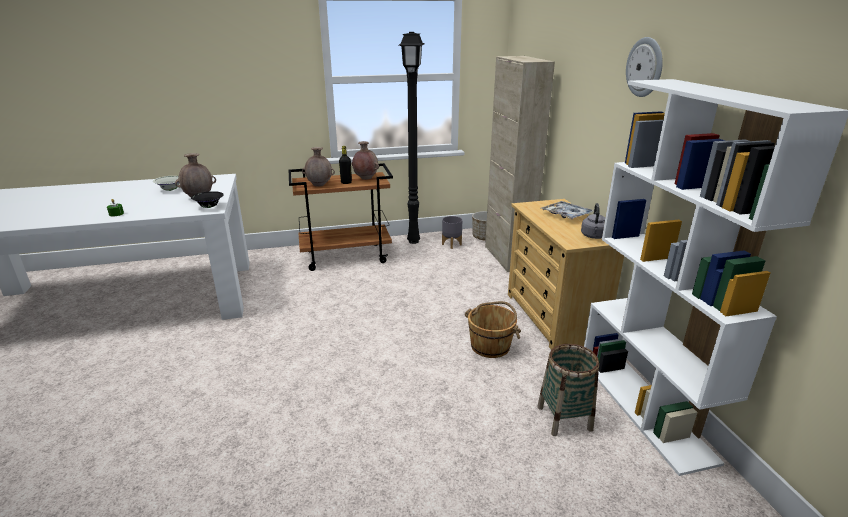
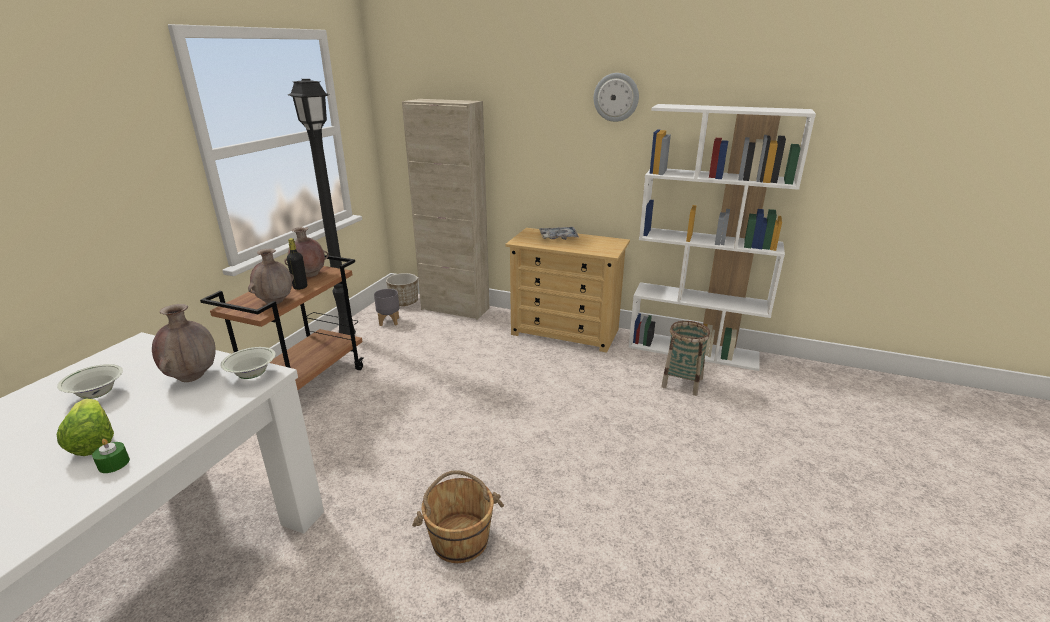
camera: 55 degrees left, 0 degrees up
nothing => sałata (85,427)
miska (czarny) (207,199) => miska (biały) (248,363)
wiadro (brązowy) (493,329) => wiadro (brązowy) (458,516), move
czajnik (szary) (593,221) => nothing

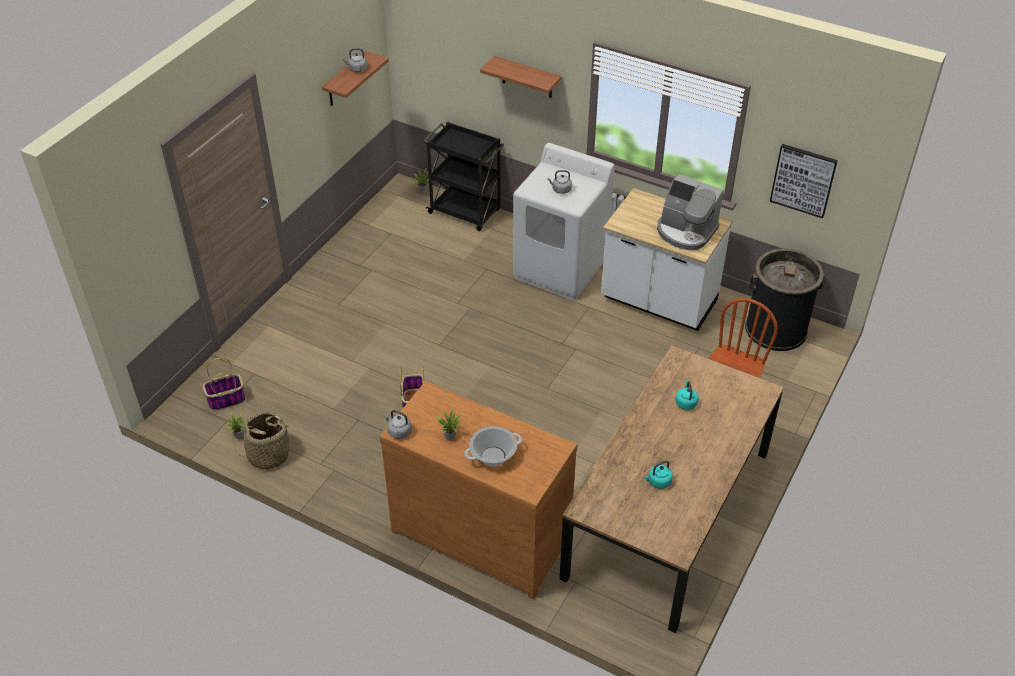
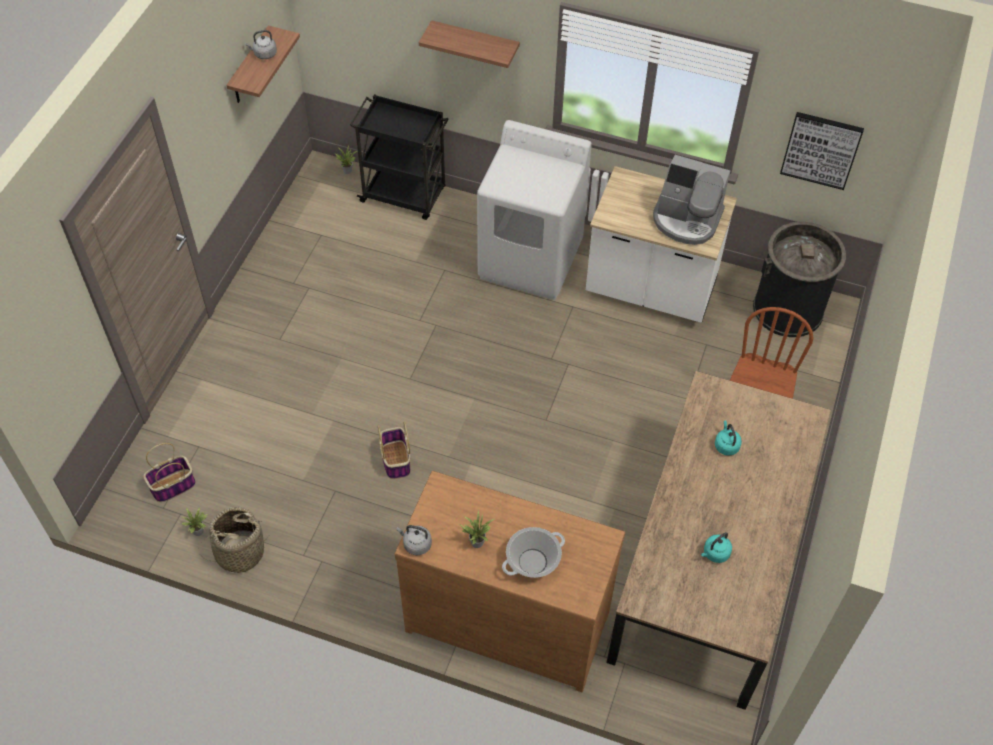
camera: 10 degrees left, 10 degrees up
czajnik (szary) (559,182) => nothing

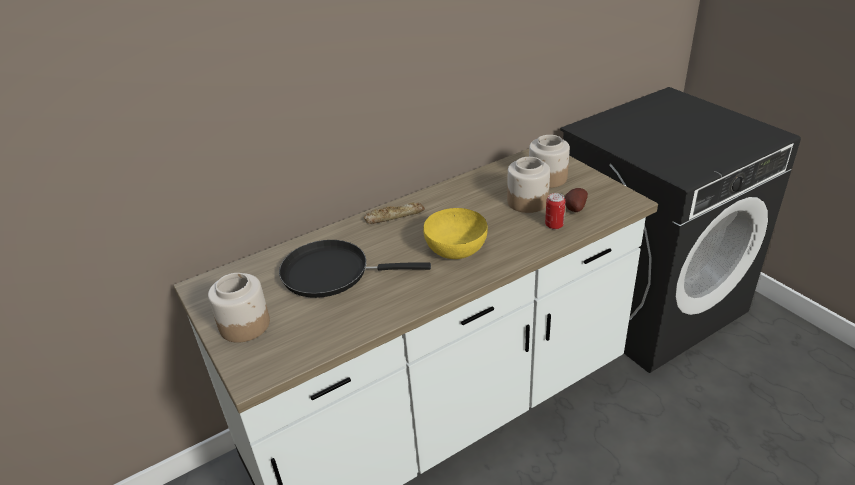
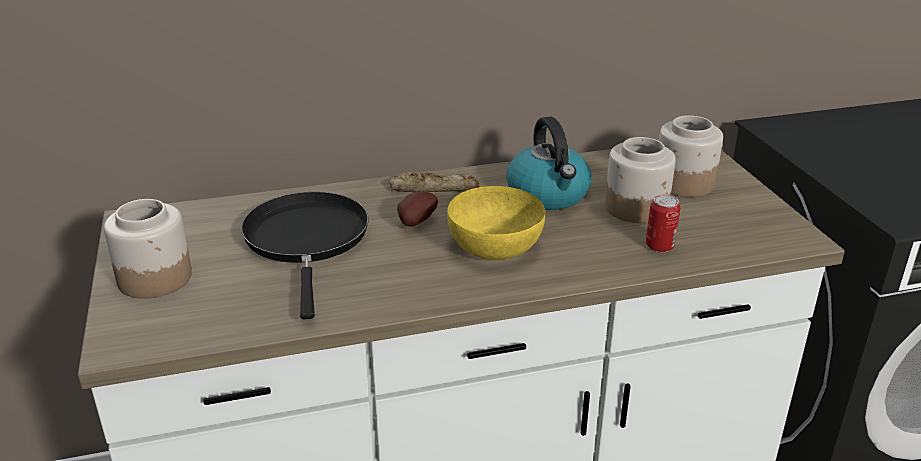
camera: 15 degrees right, 5 degrees down
patelnia (czarny) (355,269) => patelnia (czarny) (305,255), 60 degrees clockwise
ziemniak (576,200) => ziemniak (417,209), move
nothing => czajnik (548,163)

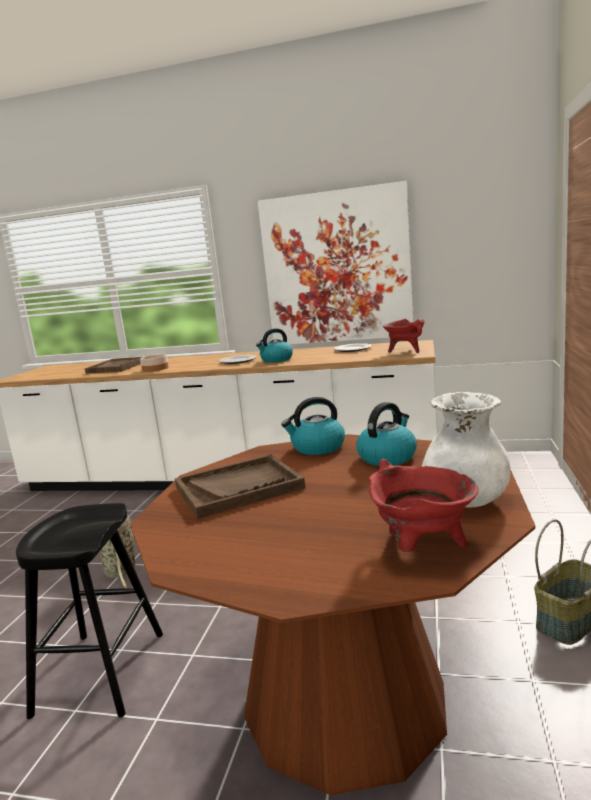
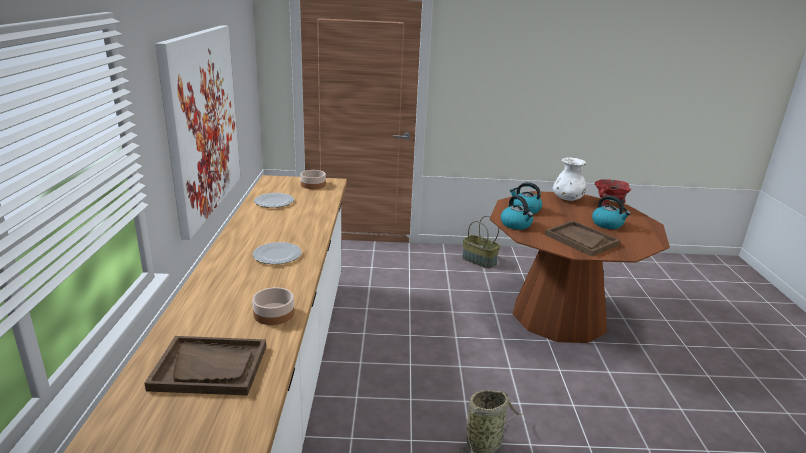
camera: 105 degrees left, 10 degrees up
garnek (czerwony) (404,336) => miska (313,179)
czajnik (274,345) => czajnik (611,212), move
stołek (czarny) (89,611) => nothing

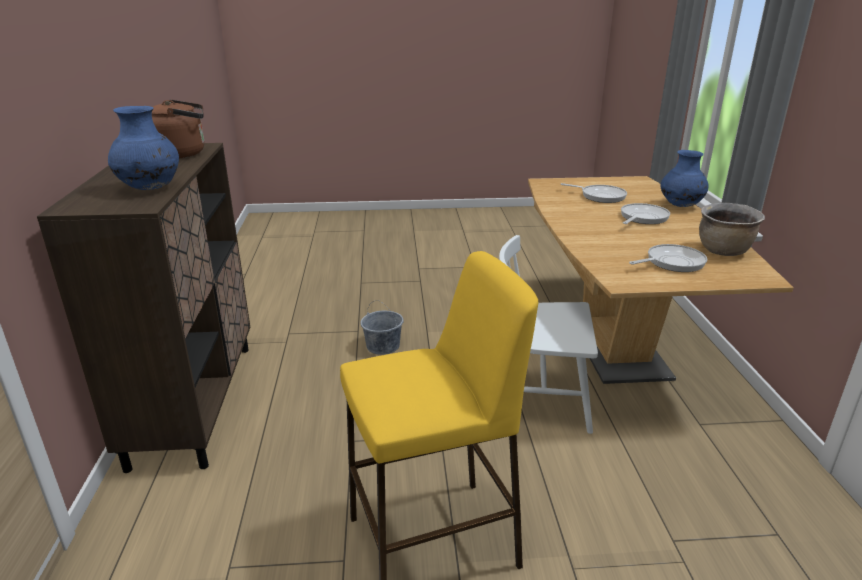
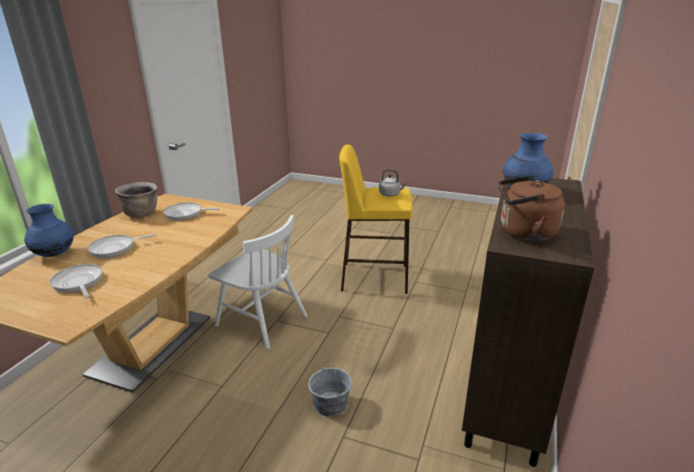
camera: 155 degrees left, 0 degrees up
nothing => czajnik (szary) (393,182)

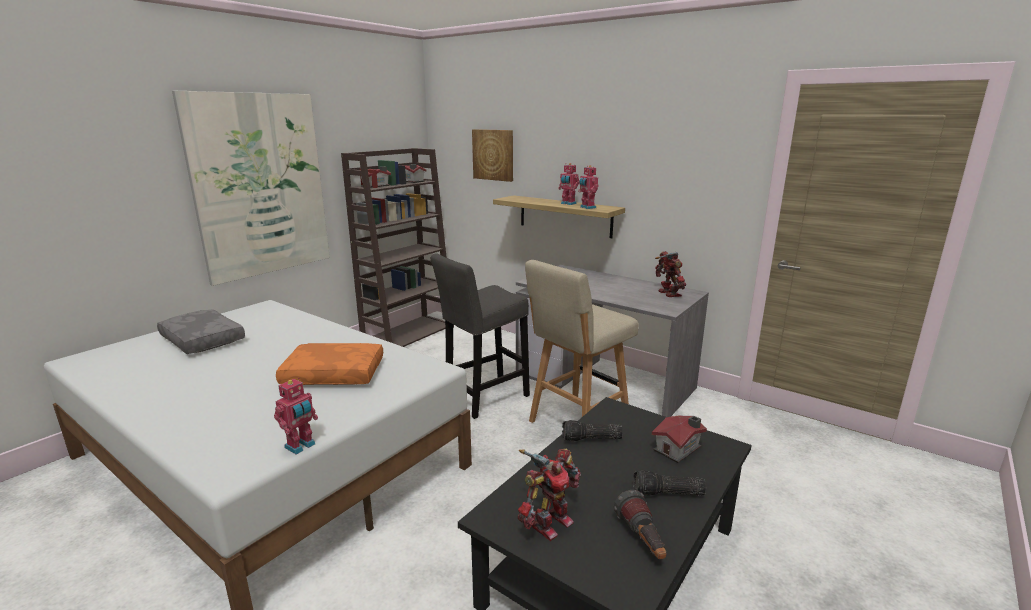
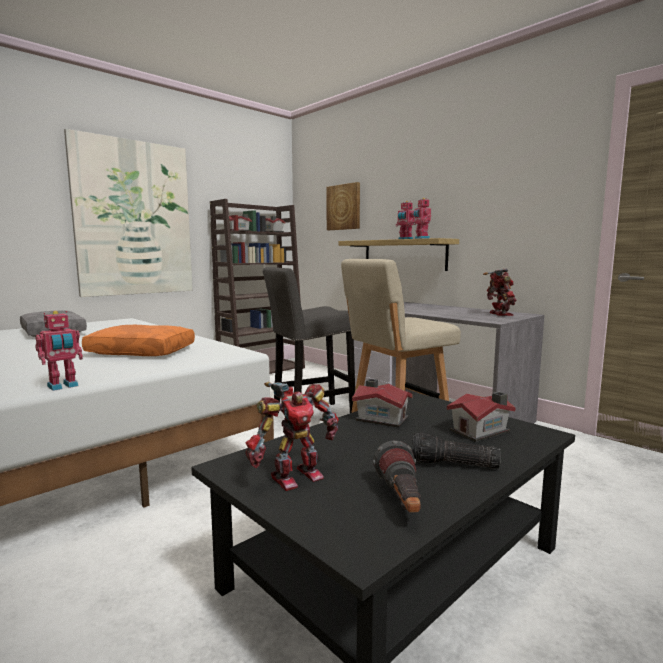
camera: 10 degrees right, 10 degrees down
latarka (592,430) => domek (382,403)

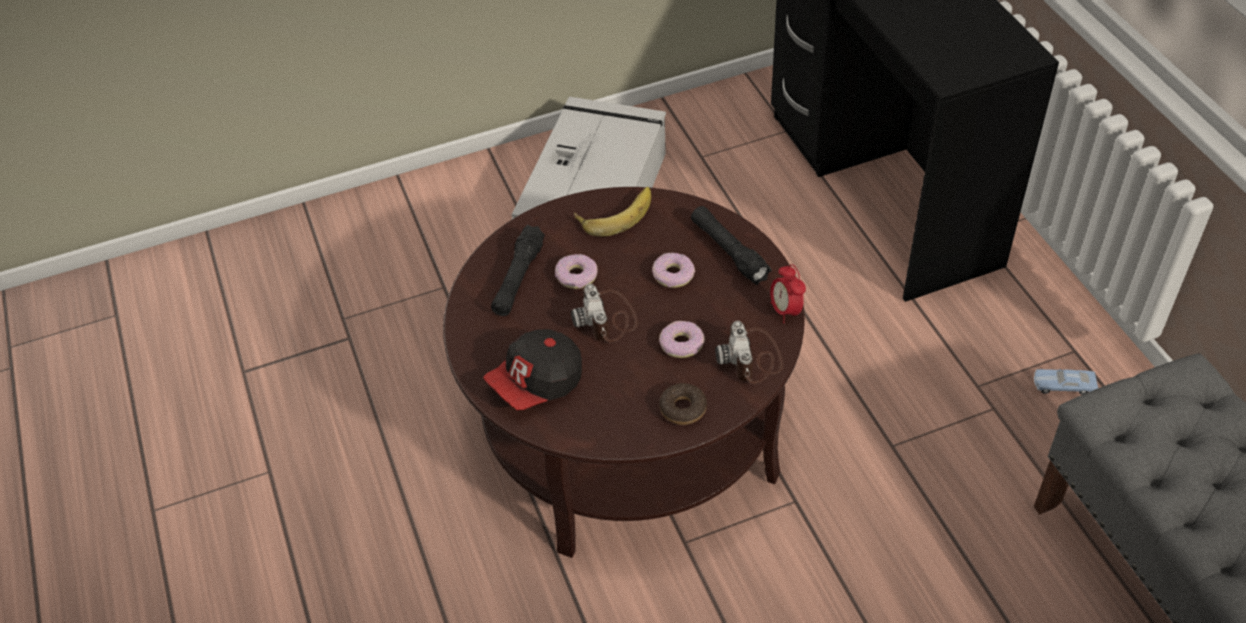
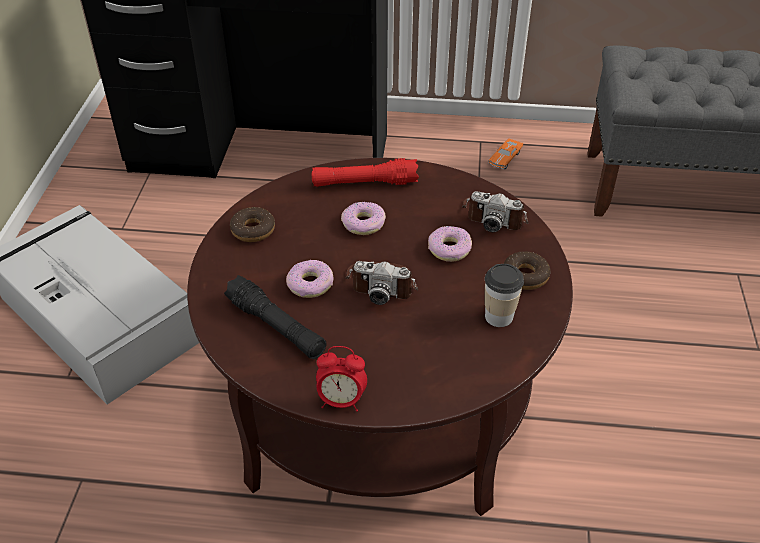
camera: 65 degrees left, 5 degrees down
banan (612,211) => donut (252,224)
latarka (czarny) (731,245) => latarka (czerwony) (365,172)
budzik (788,293) => budzik (341,379), move
nothing => filiżanka (504,295)
samochodzik (niebieski) (1066,381) => samochodzik (pomarańczowy) (506,153)
czapka z daszkiem (532,369) => nothing

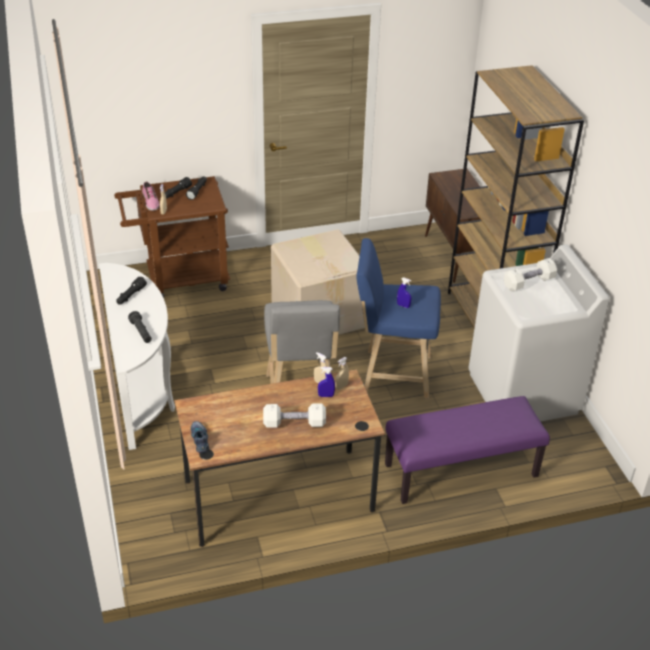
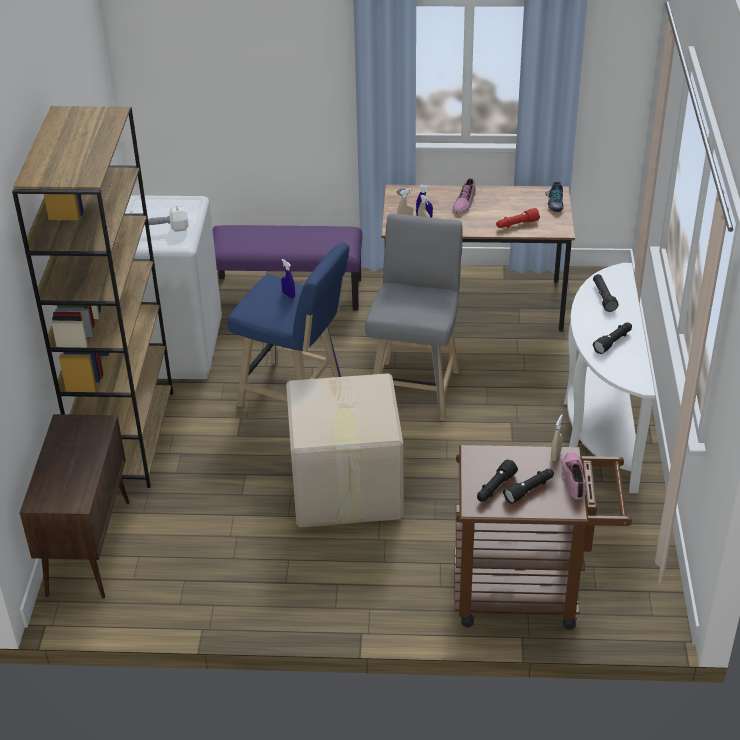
camera: 160 degrees left, 0 degrees up
hantel (biały) (294,415) => but (464,196)
nothing => latarka (czerwony) (518,218)

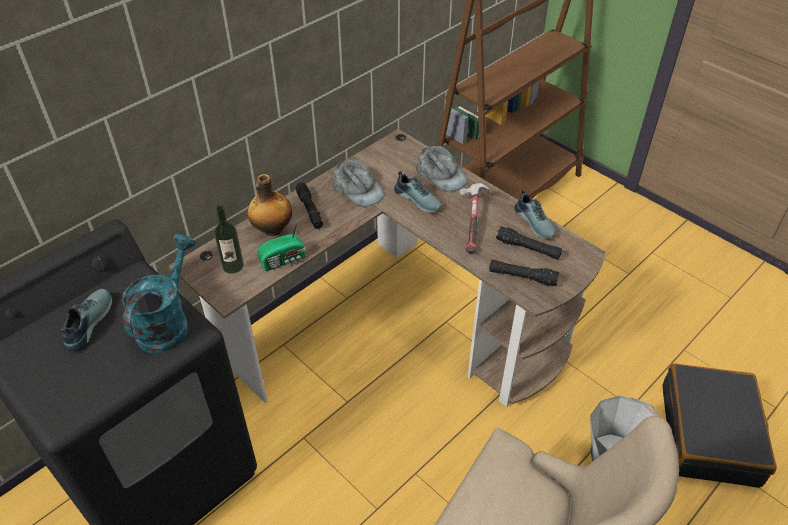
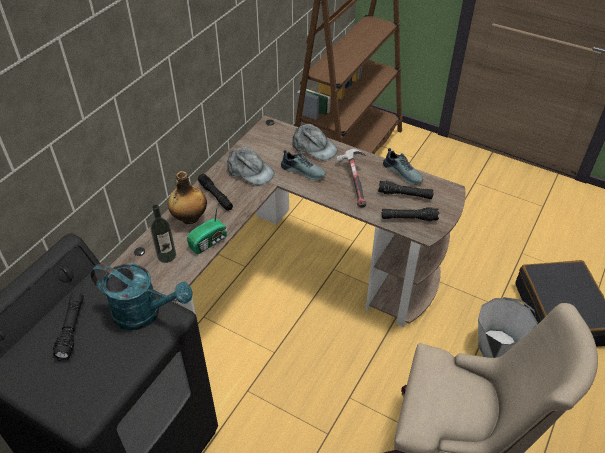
camera: 15 degrees left, 0 degrees up
but (86,320) => latarka (czarny) (68,326)
konewka (turkusowy) (158,293) => konewka (turkusowy) (142,297), 105 degrees clockwise

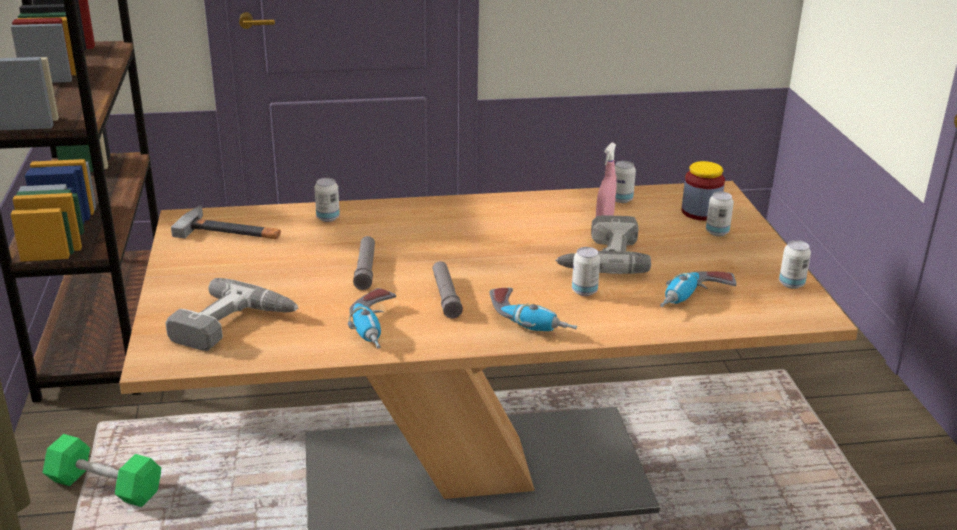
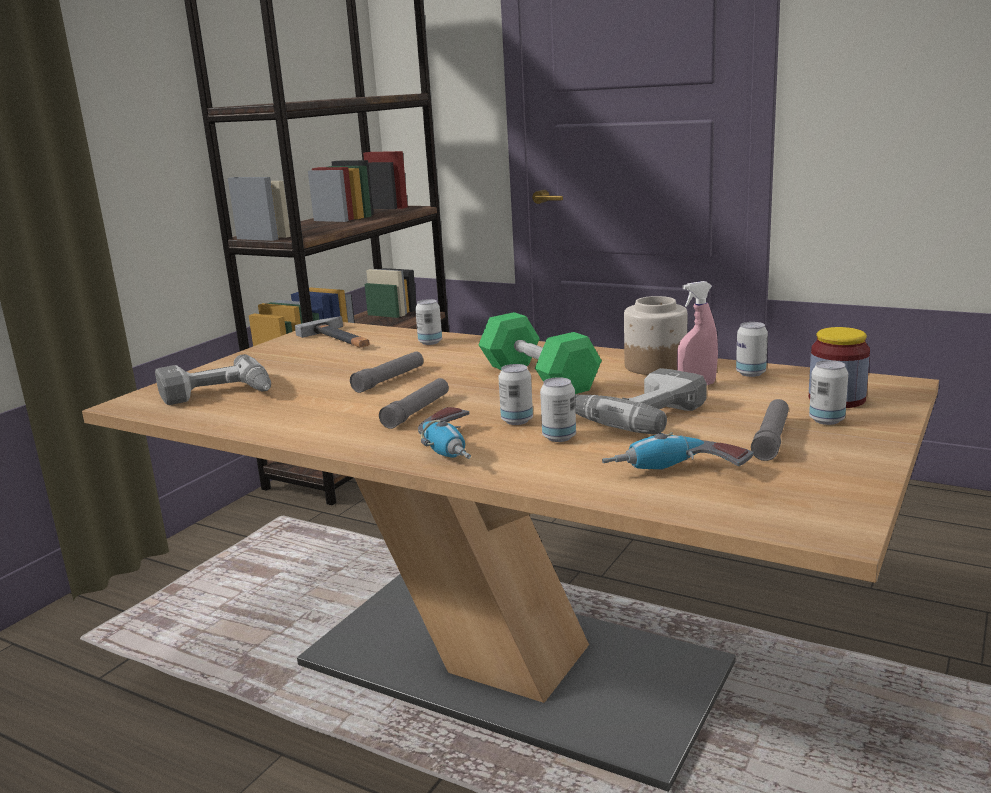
camera: 40 degrees right, 10 degrees down
hantel (zielony) (101,470) => hantel (zielony) (540,353), move
puszka (795,264) => puszka (515,394), move
nothing => słoik (655,335)
nothing => latarka (szary) (770,430)
wiertarka (372,318) => nothing

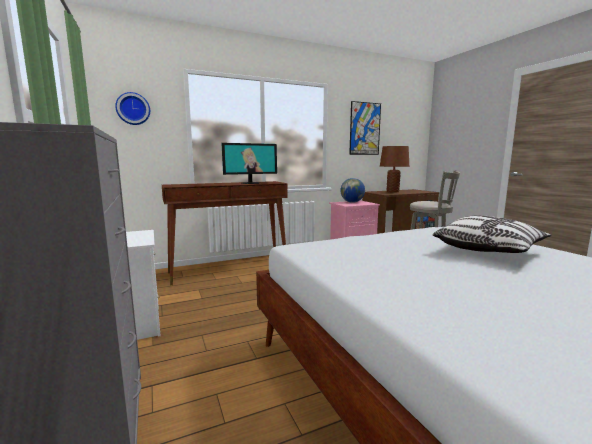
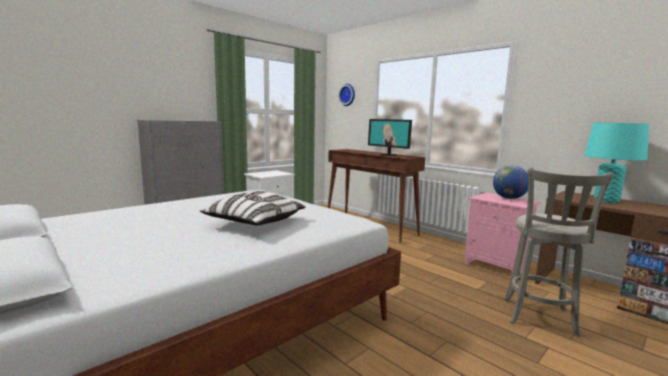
camera: 70 degrees right, 0 degrees up
lampa stołowa (brązowy) (394,169) => lampa stołowa (turkusowy) (616,163)
obraz (365,128) => nothing

